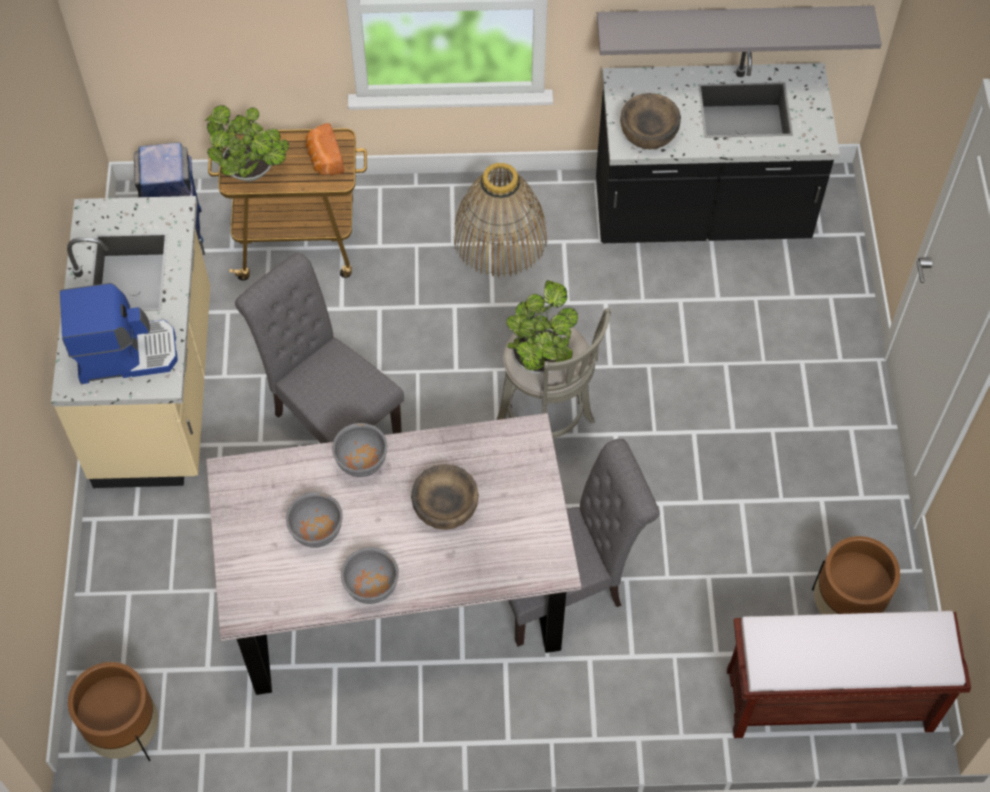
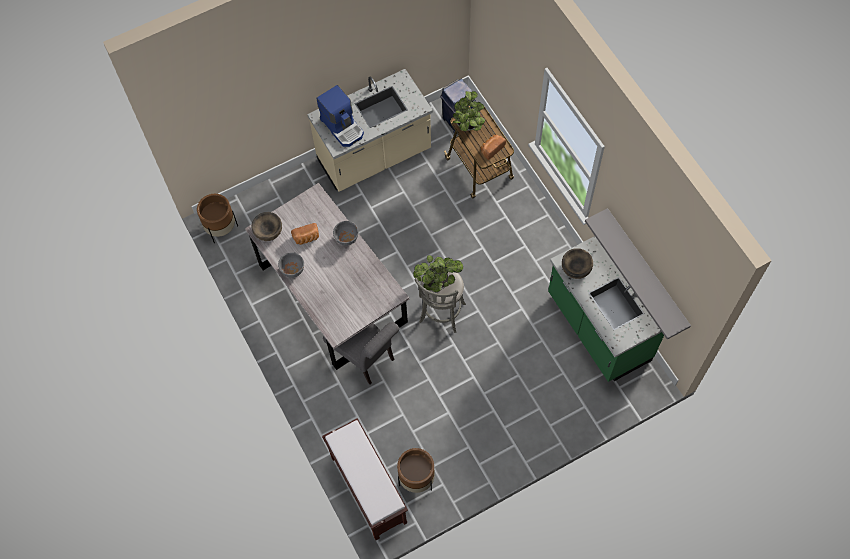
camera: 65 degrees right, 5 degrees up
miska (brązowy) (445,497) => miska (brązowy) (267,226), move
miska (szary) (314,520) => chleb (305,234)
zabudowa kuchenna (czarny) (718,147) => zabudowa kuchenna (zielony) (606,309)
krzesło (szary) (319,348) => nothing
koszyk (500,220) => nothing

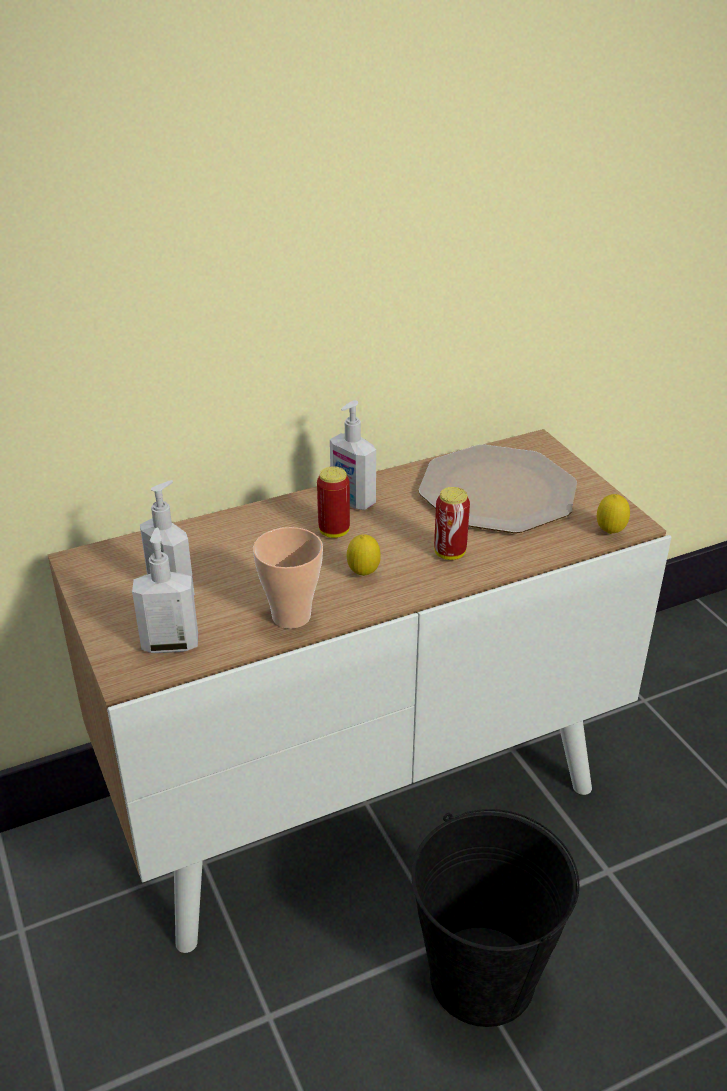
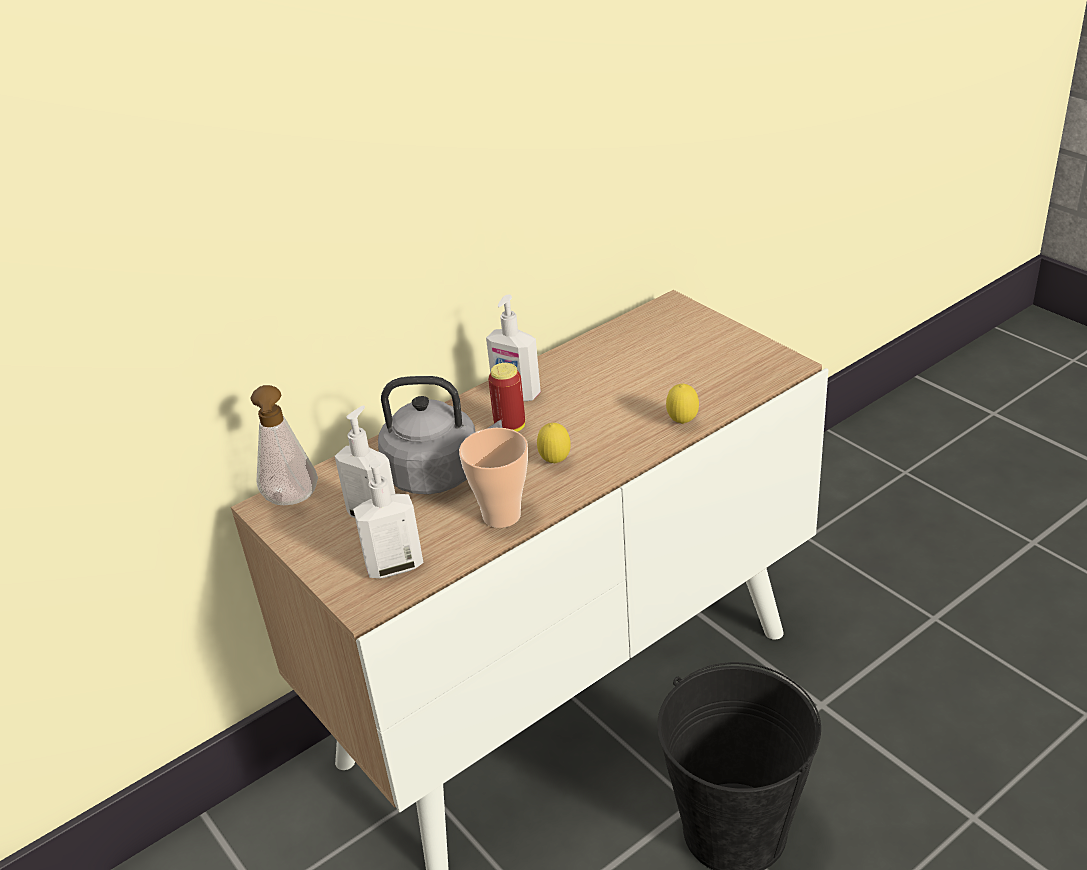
camera: 10 degrees left, 0 degrees up
nothing => dozownik mydła (284,445)
nothing => czajnik (szary) (440,435)
cytryna (613,514) => cytryna (682,404), move
talerz (498,488) => nothing
puszka (452,523) => nothing

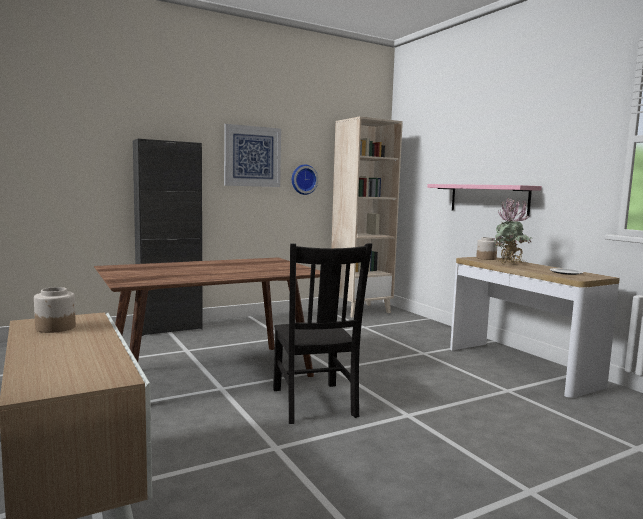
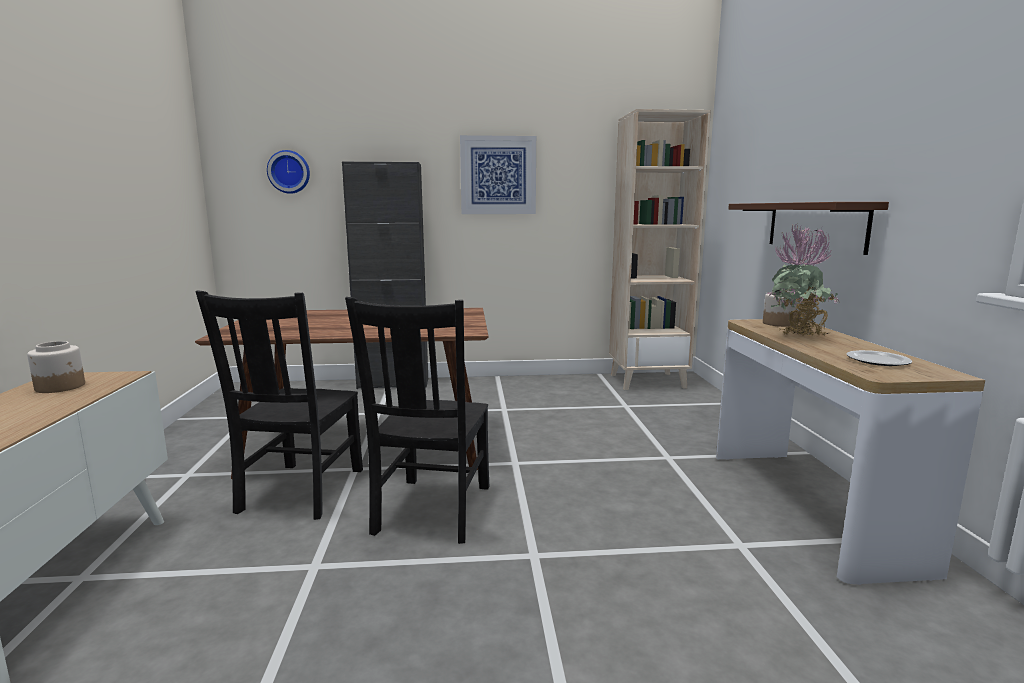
camera: 25 degrees right, 5 degrees up
nothing => krzesło (czarny) (279,405)
zegar ścienny (305,180) => zegar ścienny (288,172), move
półka (różowy) (484,200) => półka (brązowy) (808,228)

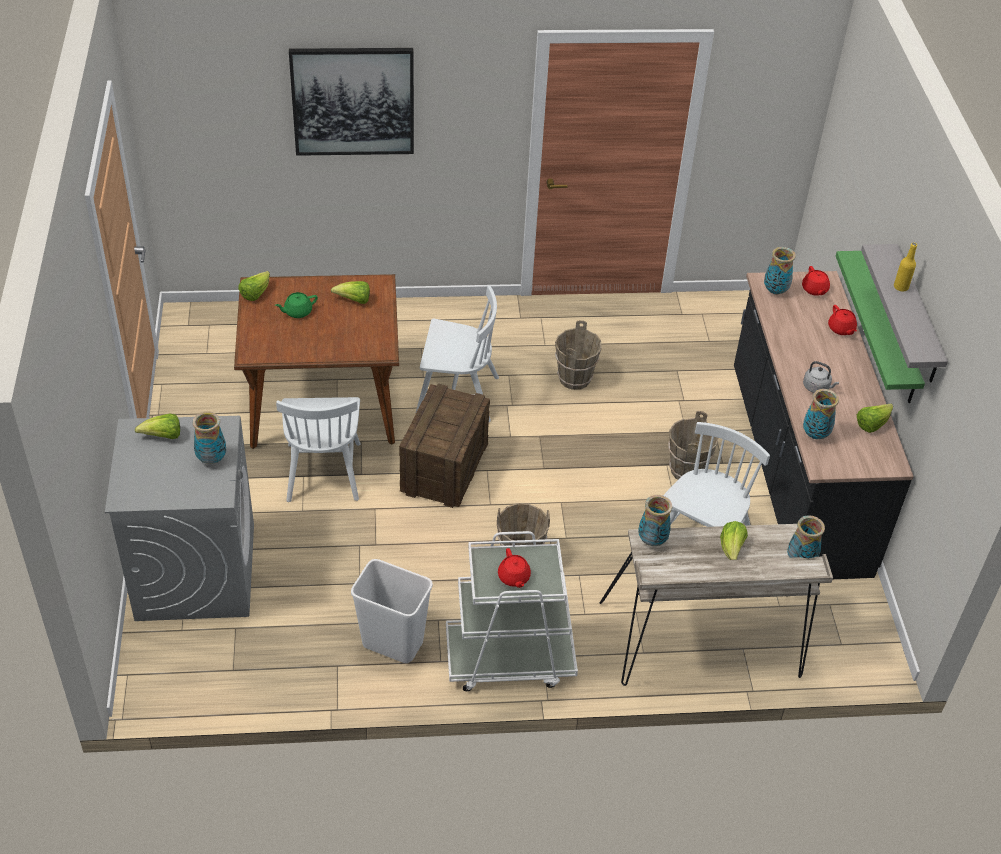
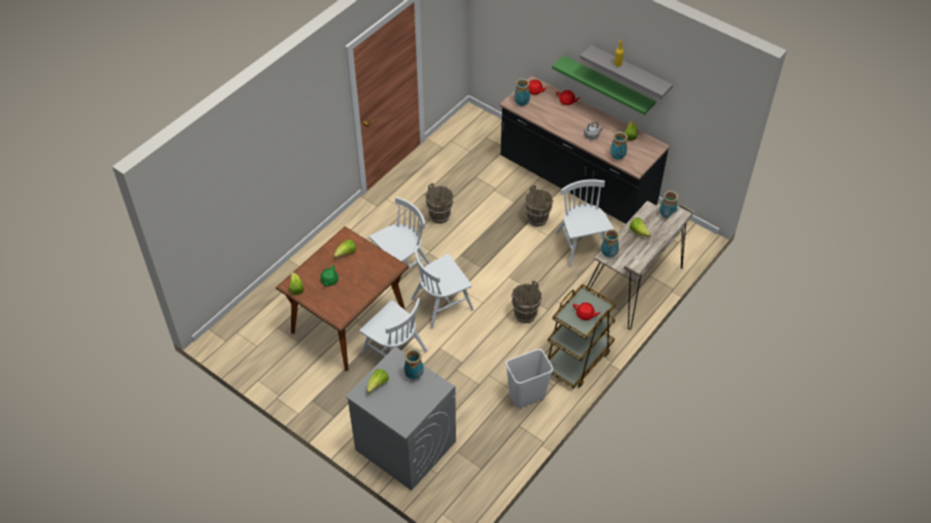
camera: 45 degrees left, 5 degrees up
skrzynka (444,445) => krzesło (biały) (442,287)
wózek (biały) (512,611) => wózek (brązowy) (582,336)
obraz (351,102) => nothing

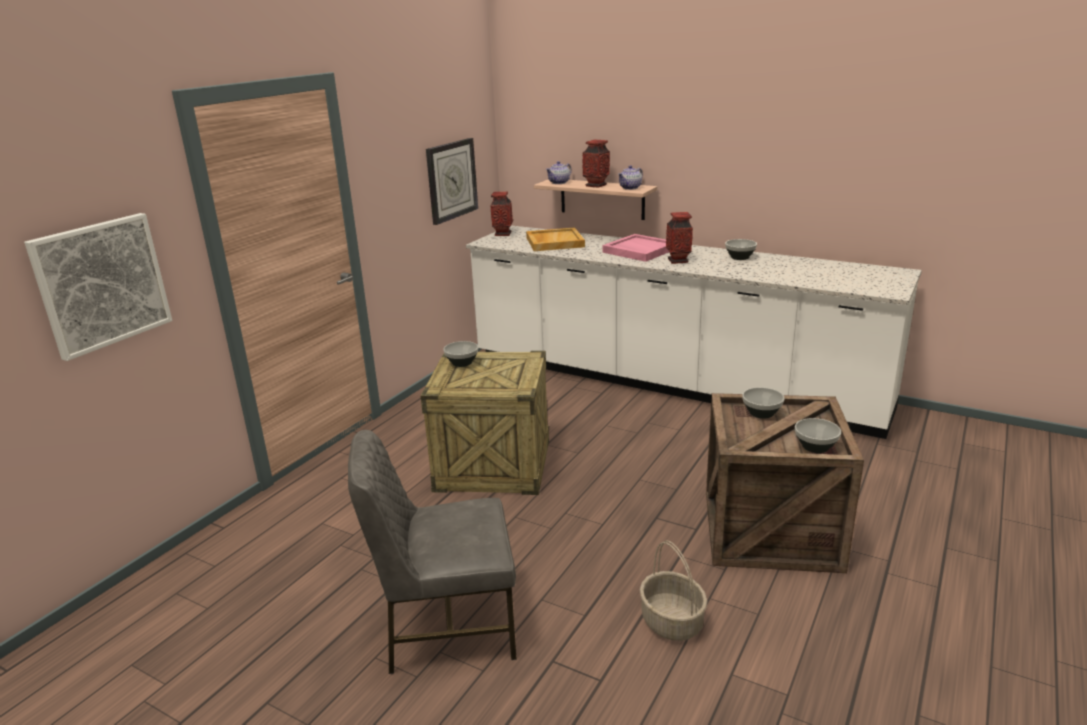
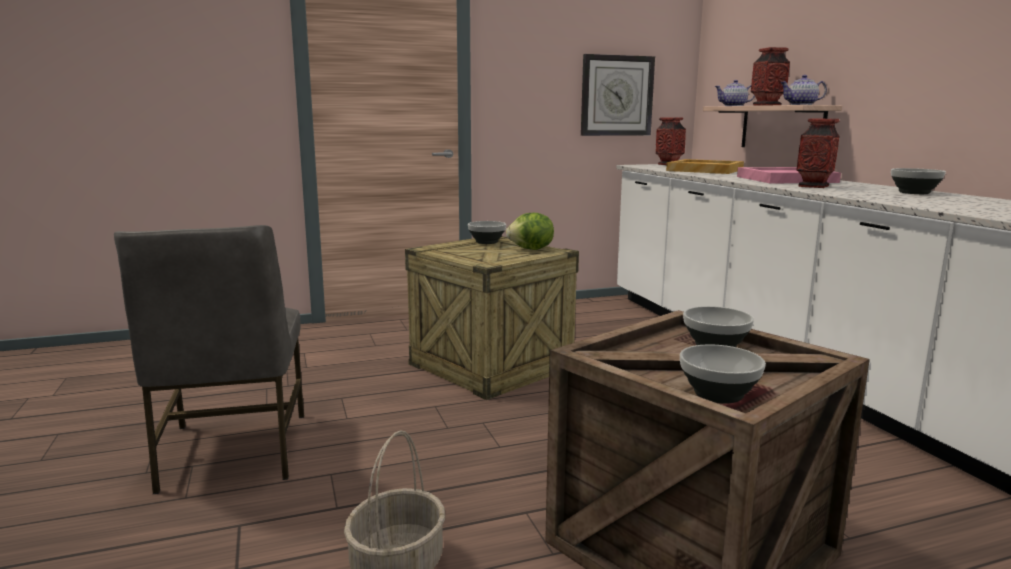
camera: 40 degrees right, 10 degrees down
krzesło (szary) (432,552) => krzesło (szary) (209,359), 135 degrees counterclockwise
nothing => sałata (530,231)
obraz (98,287) => nothing

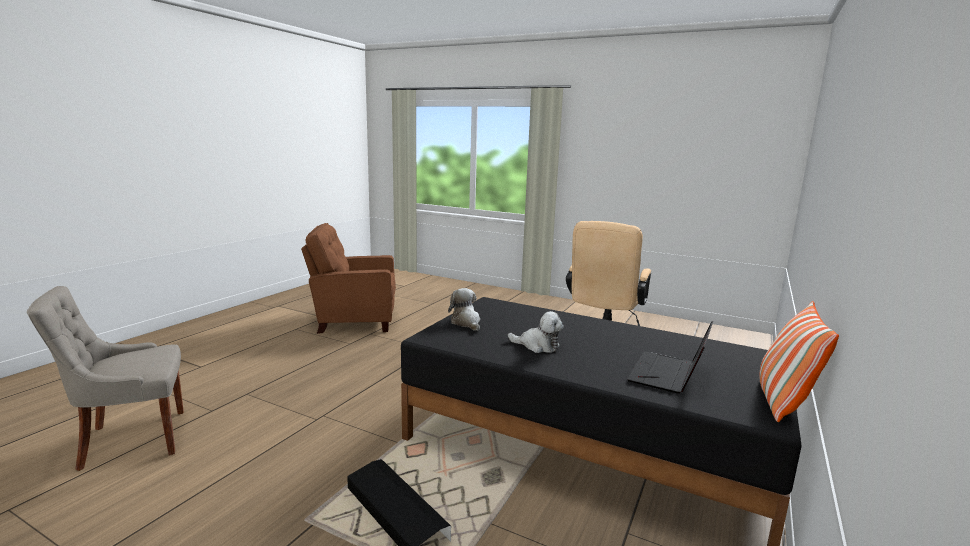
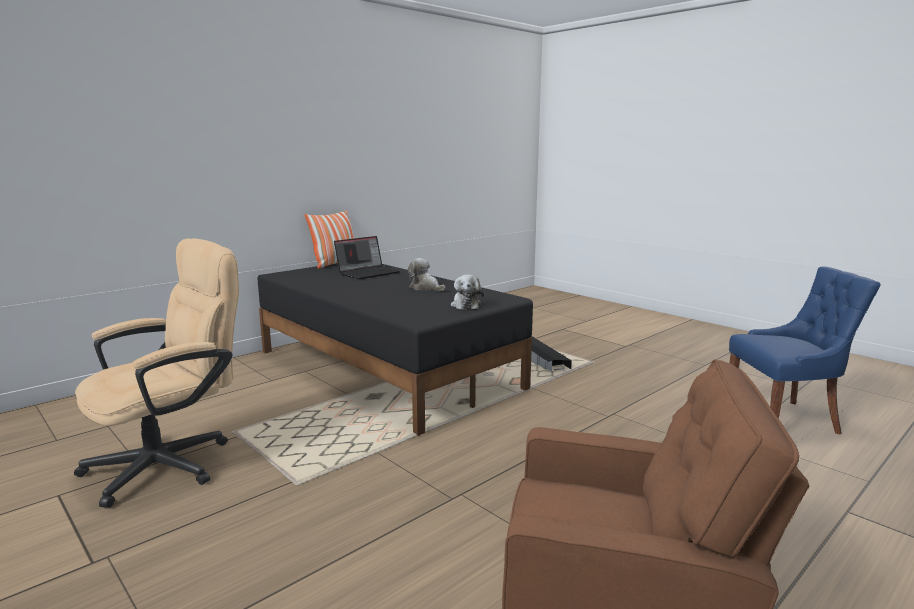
camera: 160 degrees left, 0 degrees up
krzesło (szary) (105,378) => krzesło (niebieski) (805,350)

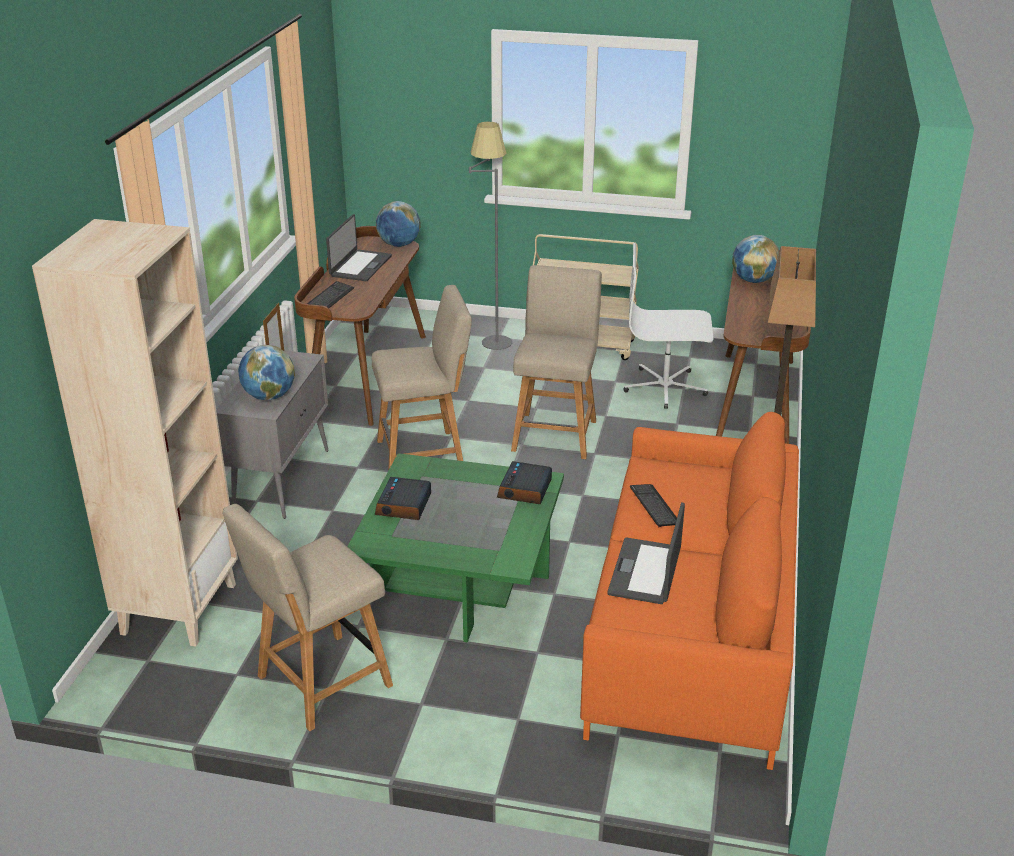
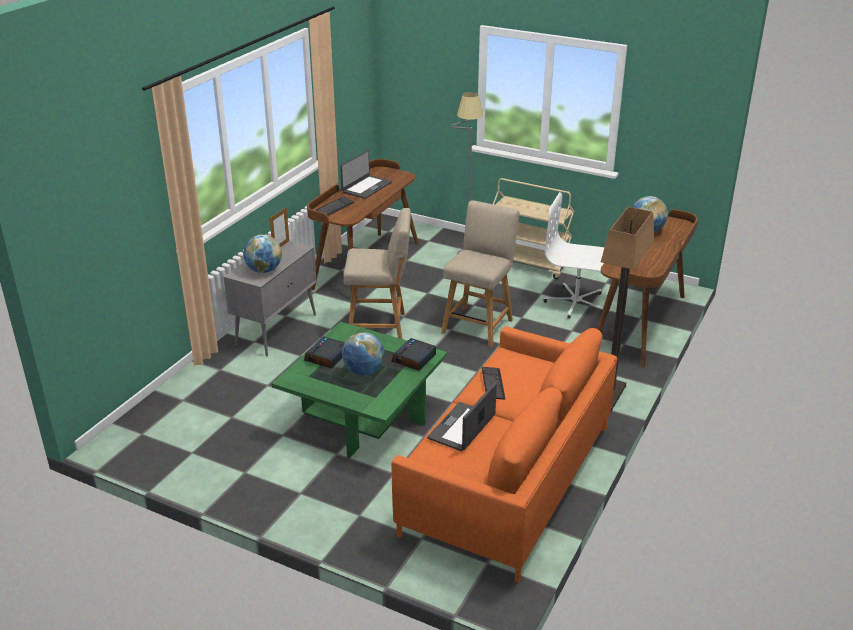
camera: 15 degrees right, 0 degrees up
globus (398,224) => globus (363,354), move
regał (beżowy) (135,433) => nothing
krzesło (beżowy) (308,617) => nothing

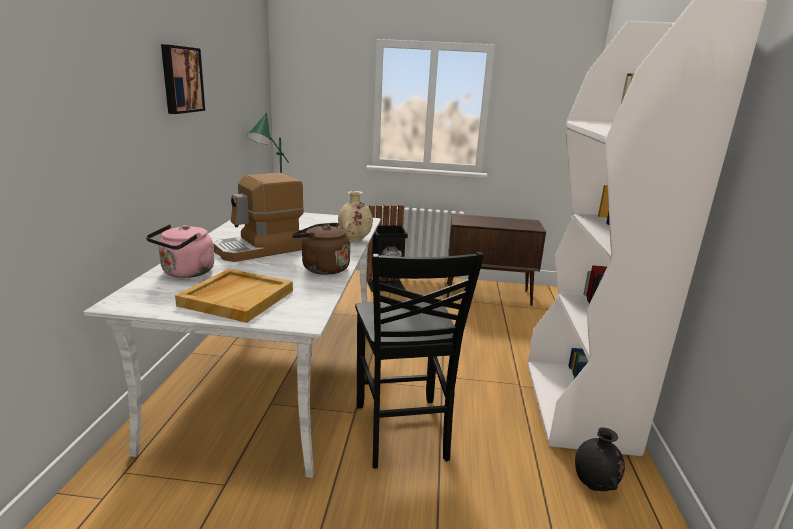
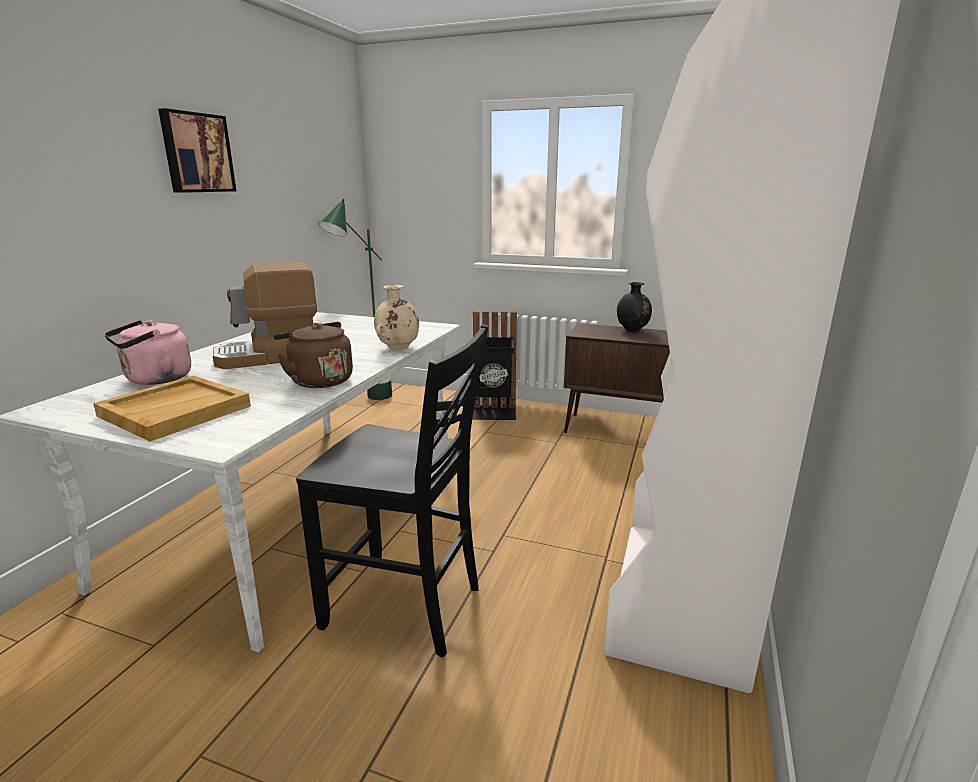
camera: 15 degrees right, 0 degrees up
krzesło (czarny) (419,360) => krzesło (czarny) (392,491), 75 degrees counterclockwise
wazon (czarny) (600,459) => wazon (czarny) (634,307), move

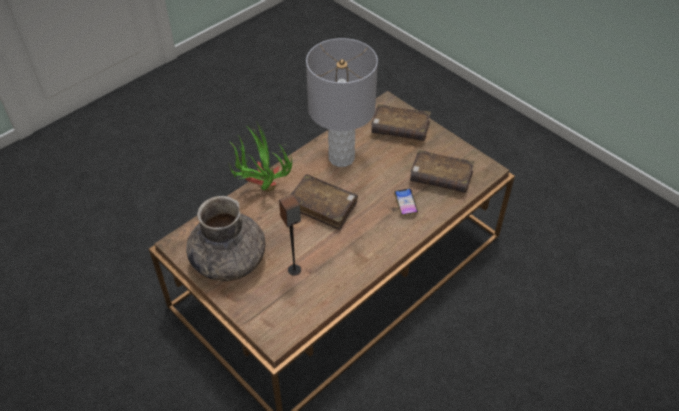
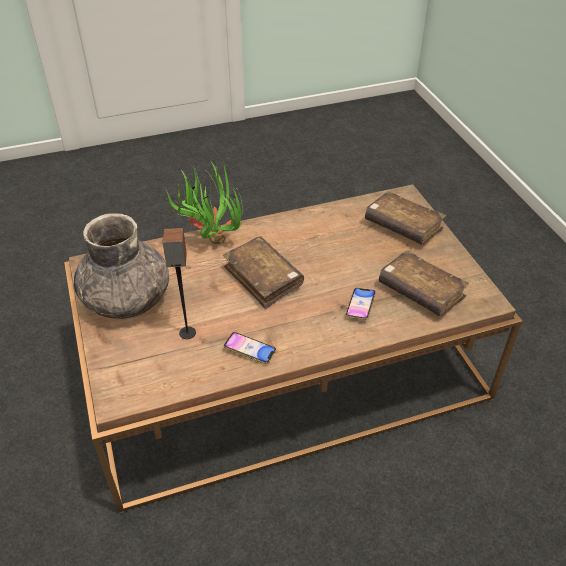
camera: 25 degrees right, 5 degrees down
nothing => telefon (250,348)
lampa stołowa (szary) (342,102) => nothing

